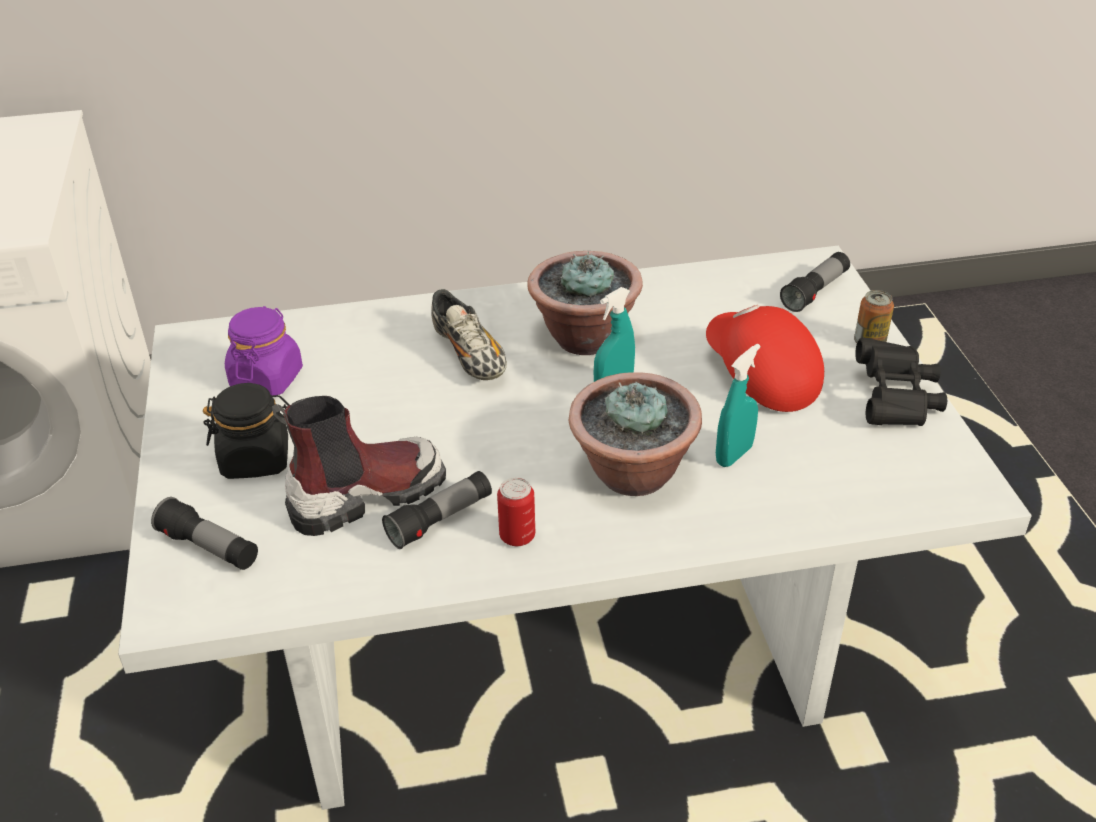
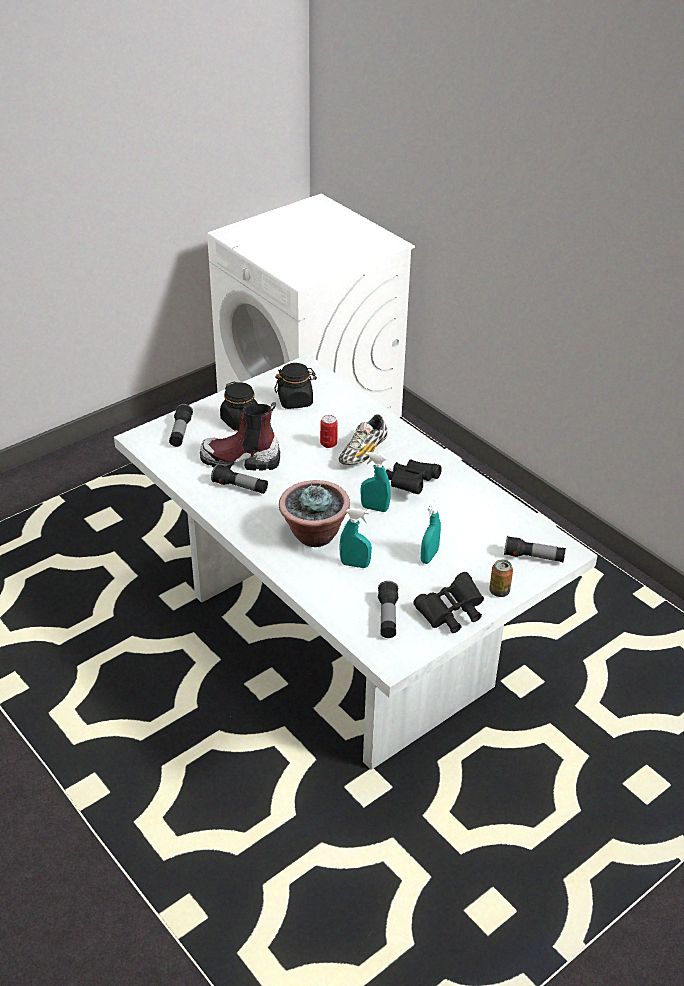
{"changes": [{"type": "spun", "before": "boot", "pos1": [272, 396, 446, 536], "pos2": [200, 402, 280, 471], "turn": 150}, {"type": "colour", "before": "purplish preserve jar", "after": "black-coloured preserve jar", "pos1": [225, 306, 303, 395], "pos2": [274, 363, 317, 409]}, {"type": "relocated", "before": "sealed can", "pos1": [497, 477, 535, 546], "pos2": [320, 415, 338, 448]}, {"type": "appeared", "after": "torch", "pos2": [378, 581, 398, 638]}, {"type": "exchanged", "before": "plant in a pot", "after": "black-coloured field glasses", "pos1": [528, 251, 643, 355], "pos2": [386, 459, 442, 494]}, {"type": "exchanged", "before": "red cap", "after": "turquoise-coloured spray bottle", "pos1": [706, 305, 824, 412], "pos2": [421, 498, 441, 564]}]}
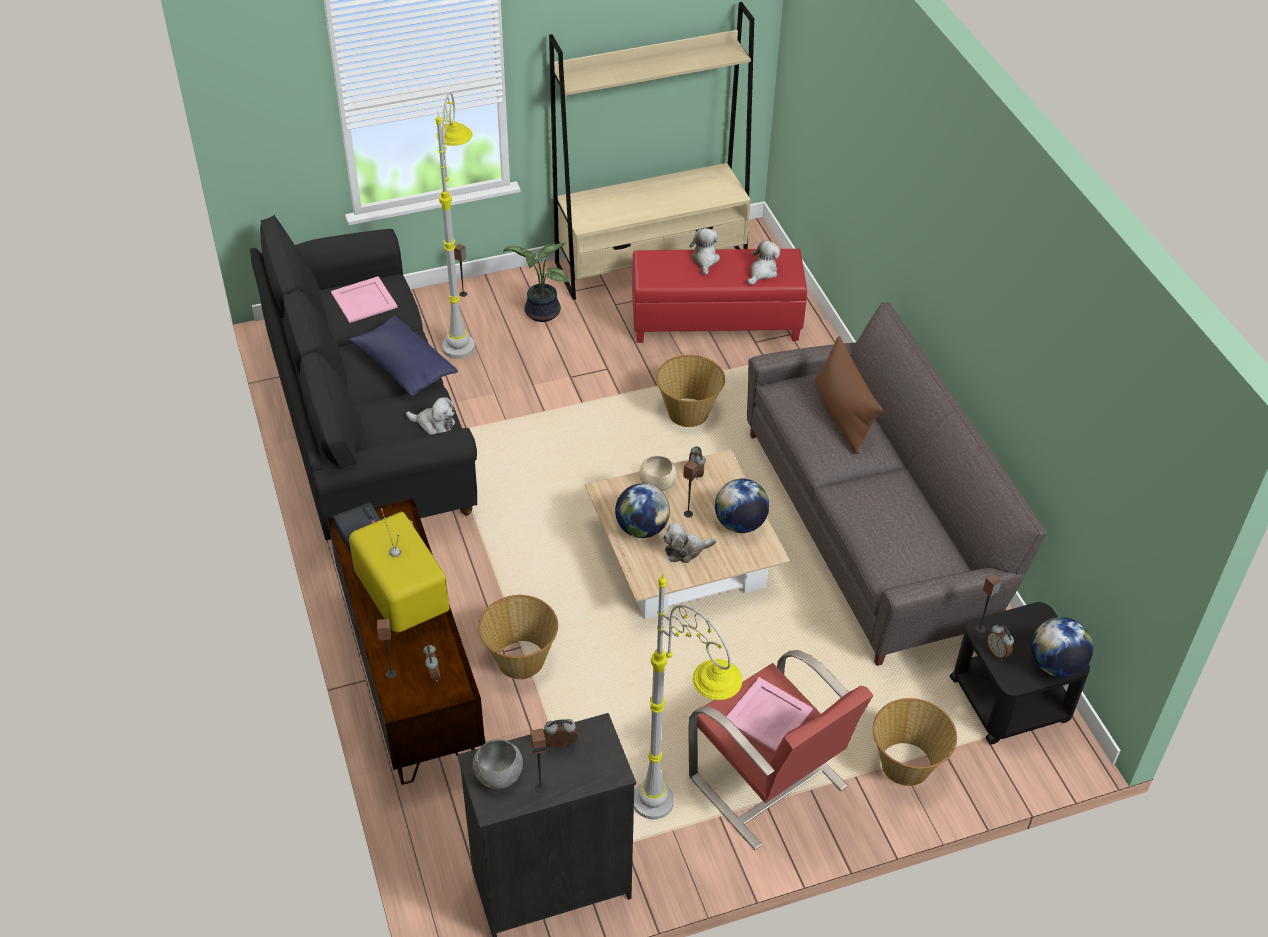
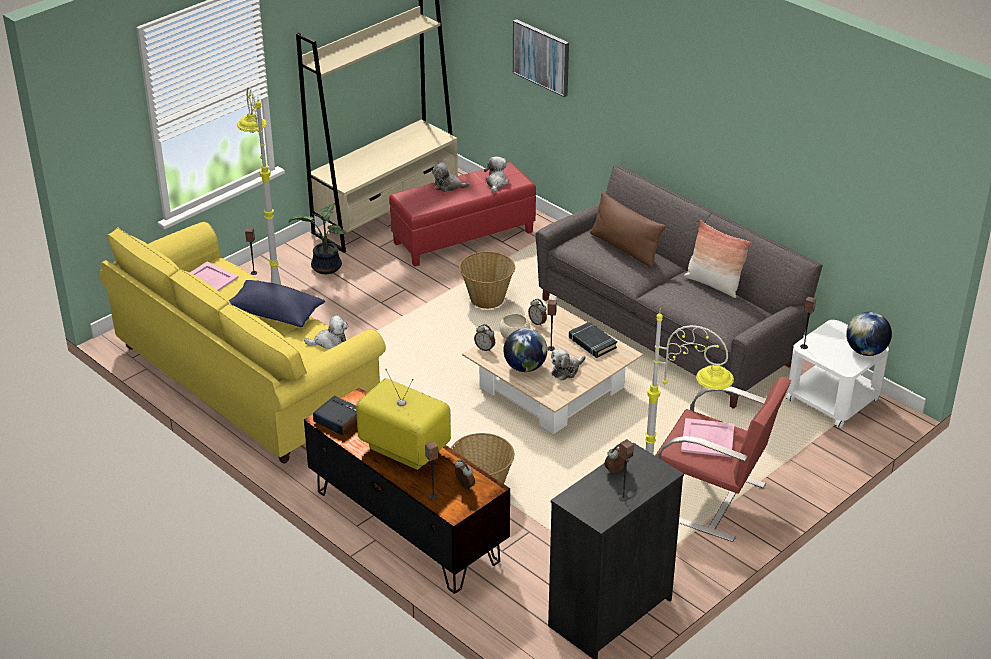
{"changes": [{"type": "colour", "before": "black-coloured settee", "after": "yellow settee", "pos1": [250, 215, 477, 540], "pos2": [100, 222, 386, 463]}, {"type": "spun", "before": "soft toy", "pos1": [689, 228, 720, 275], "pos2": [432, 162, 471, 192], "turn": -60}, {"type": "relocated", "before": "table clock", "pos1": [986, 624, 1014, 660], "pos2": [474, 324, 495, 351]}, {"type": "appeared", "after": "wall art", "pos2": [513, 19, 569, 97]}, {"type": "exchanged", "before": "desk globe", "after": "black-coloured bound book", "pos1": [715, 479, 769, 533], "pos2": [569, 322, 617, 358]}, {"type": "appeared", "after": "throw pillow", "pos2": [684, 220, 752, 298]}, {"type": "colour", "before": "black-coloured end table", "after": "white-coloured end table", "pos1": [950, 602, 1090, 744], "pos2": [786, 320, 889, 428]}, {"type": "missing", "before": "greyish bowl", "pos1": [473, 739, 523, 789]}, {"type": "missing", "before": "household basket", "pos1": [873, 698, 957, 786]}]}
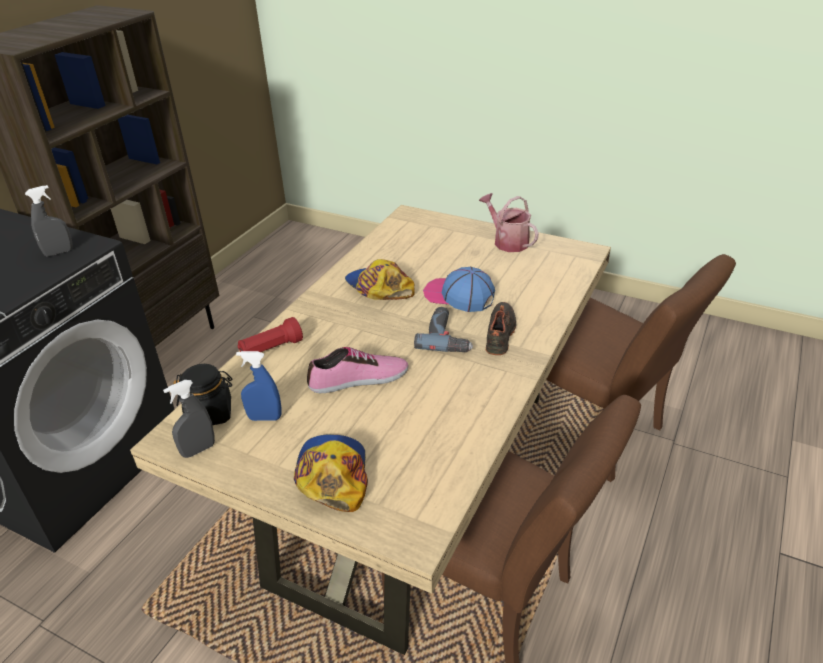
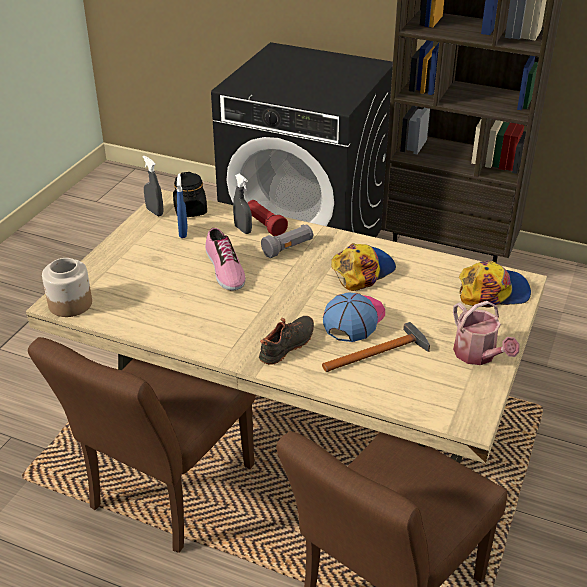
{"changes": [{"type": "appeared", "after": "preserve jar", "pos2": [42, 258, 92, 317]}, {"type": "relocated", "before": "greyish spray bottle", "pos1": [25, 185, 73, 256], "pos2": [233, 174, 252, 234]}, {"type": "spun", "before": "black-coloured item of footwear", "pos1": [486, 302, 516, 355], "pos2": [259, 316, 314, 365], "turn": -60}, {"type": "appeared", "after": "greyish torch", "pos2": [261, 224, 314, 258]}, {"type": "appeared", "after": "hand hammer", "pos2": [322, 322, 430, 372]}, {"type": "spun", "before": "watering can", "pos1": [479, 193, 539, 252], "pos2": [453, 301, 520, 365], "turn": 105}, {"type": "relocated", "before": "cap", "pos1": [294, 434, 368, 512], "pos2": [459, 260, 531, 308]}, {"type": "missing", "before": "electric drill", "pos1": [414, 307, 473, 352]}]}
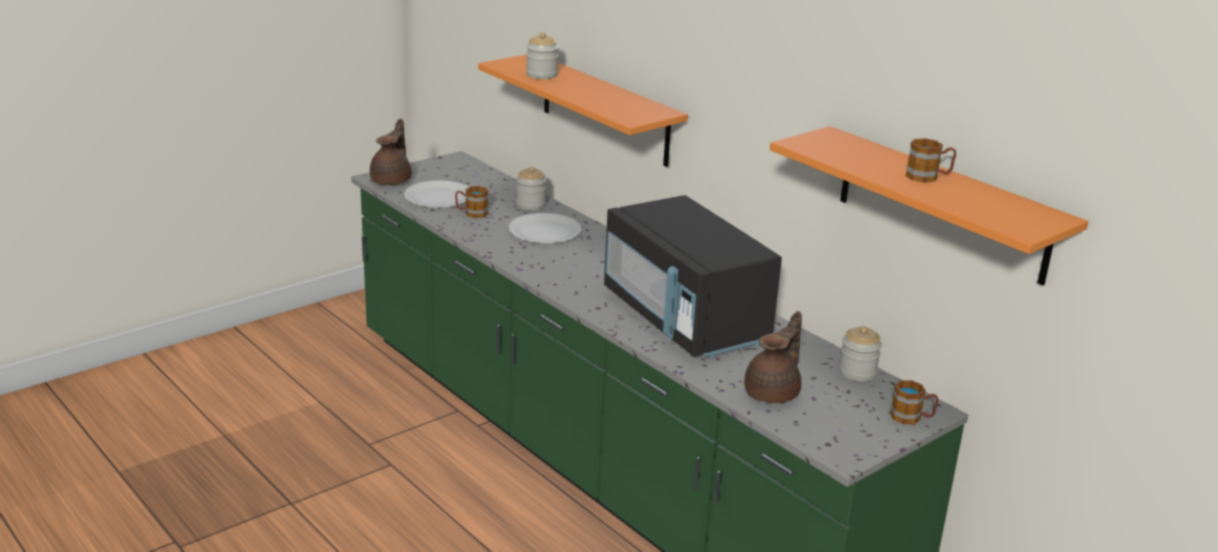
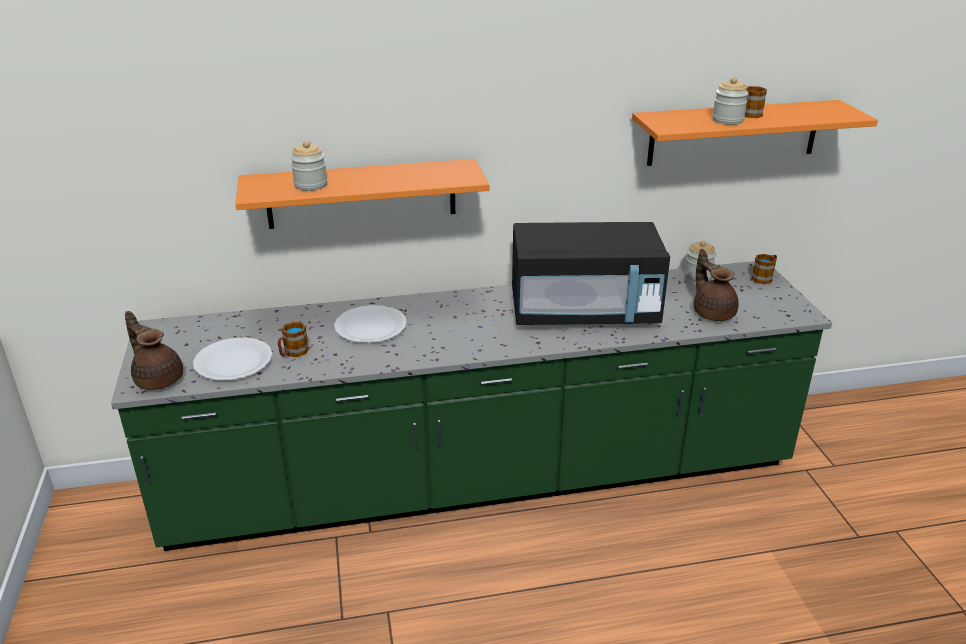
{"changes": [{"type": "relocated", "before": "preserve jar", "pos1": [516, 166, 547, 210], "pos2": [712, 77, 749, 125]}]}
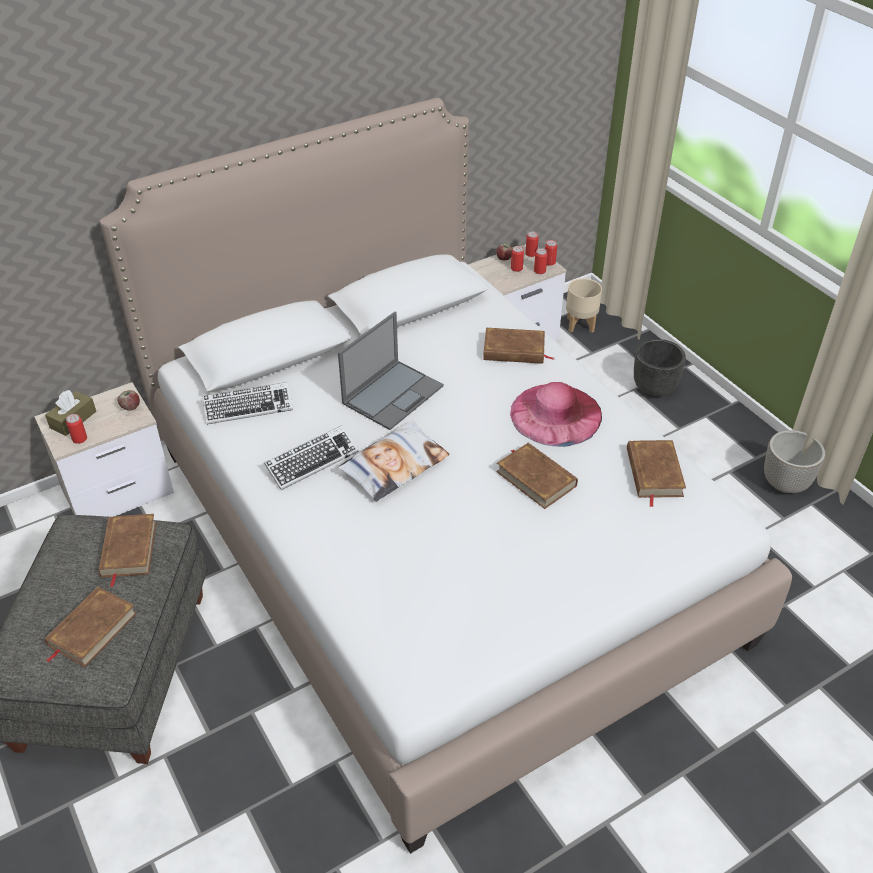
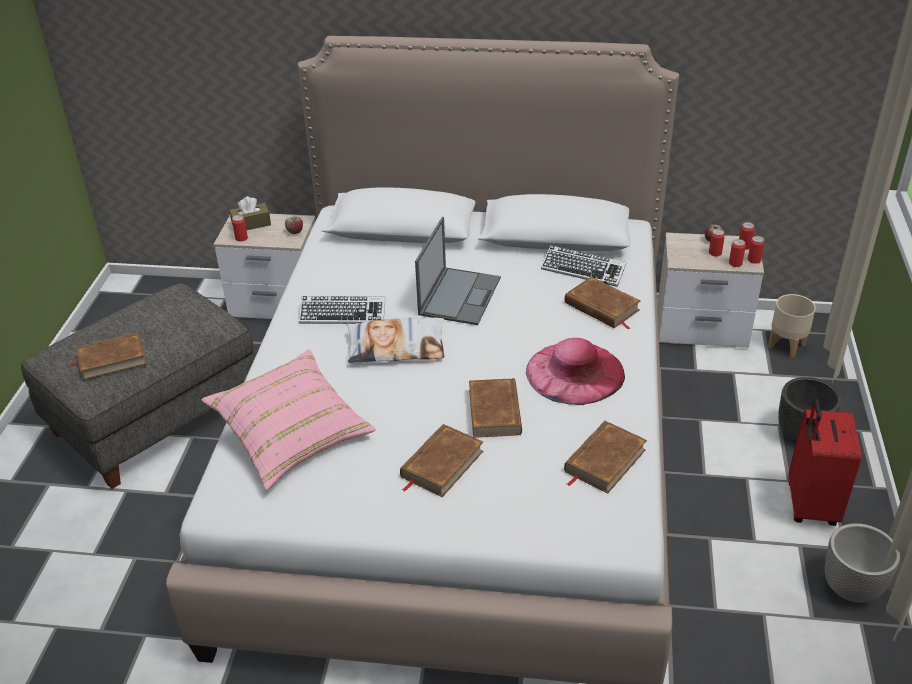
{"changes": [{"type": "appeared", "after": "pink-coloured throw pillow", "pos2": [201, 350, 376, 490]}, {"type": "relocated", "before": "brown-coloured bound book", "pos1": [98, 514, 156, 587], "pos2": [400, 424, 483, 497]}, {"type": "spun", "before": "notebook computer", "pos1": [338, 312, 444, 430], "pos2": [415, 217, 501, 325], "turn": -60}, {"type": "relocated", "before": "PC keyboard", "pos1": [202, 382, 293, 425], "pos2": [541, 245, 627, 287]}, {"type": "appeared", "after": "red travel case", "pos2": [789, 398, 862, 526]}]}
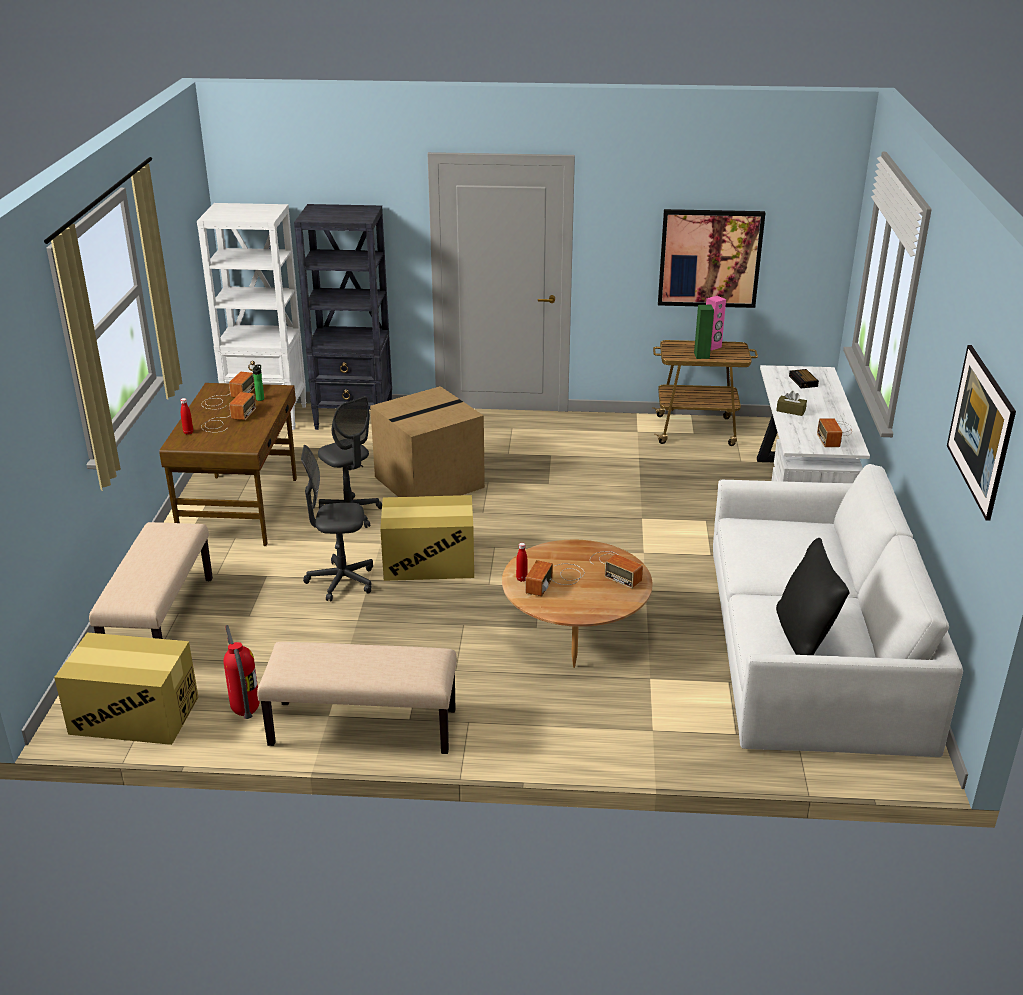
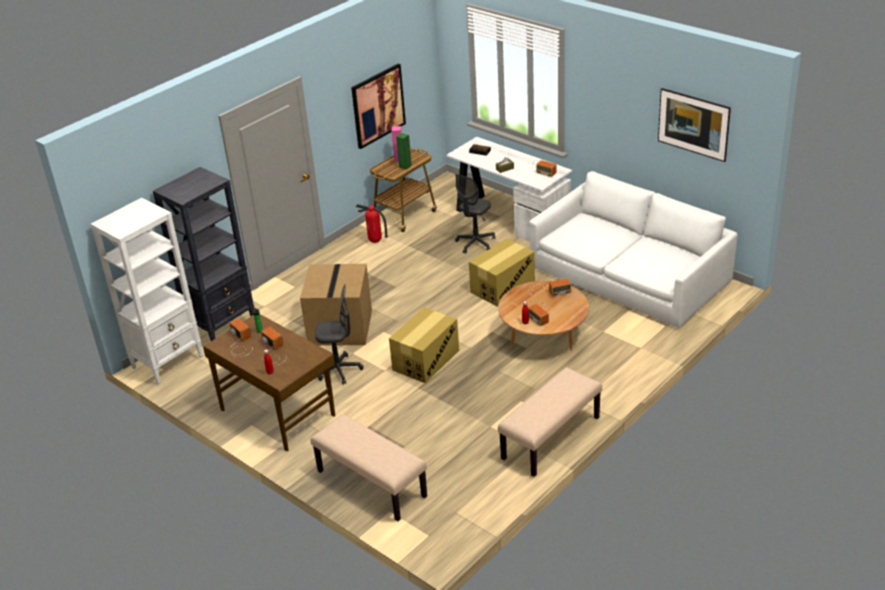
{"changes": [{"type": "relocated", "before": "extinguisher", "pos1": [223, 625, 260, 719], "pos2": [356, 204, 388, 243]}, {"type": "relocated", "before": "greyish computer chair", "pos1": [301, 445, 373, 601], "pos2": [455, 174, 495, 254]}, {"type": "relocated", "before": "packing box", "pos1": [54, 633, 198, 745], "pos2": [469, 239, 535, 307]}, {"type": "missing", "before": "black-coloured throw pillow", "pos1": [776, 538, 850, 655]}]}
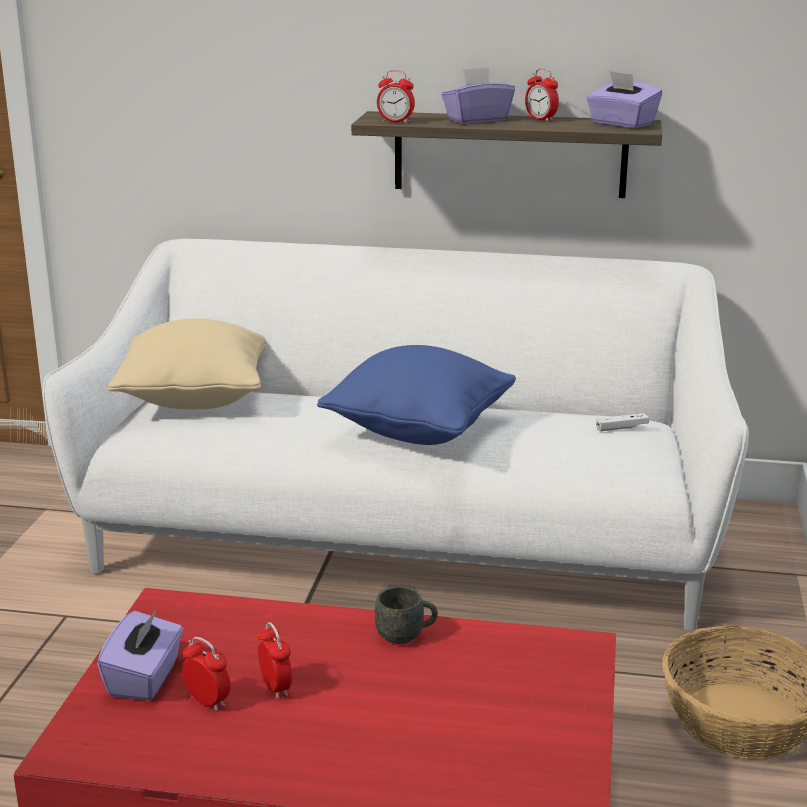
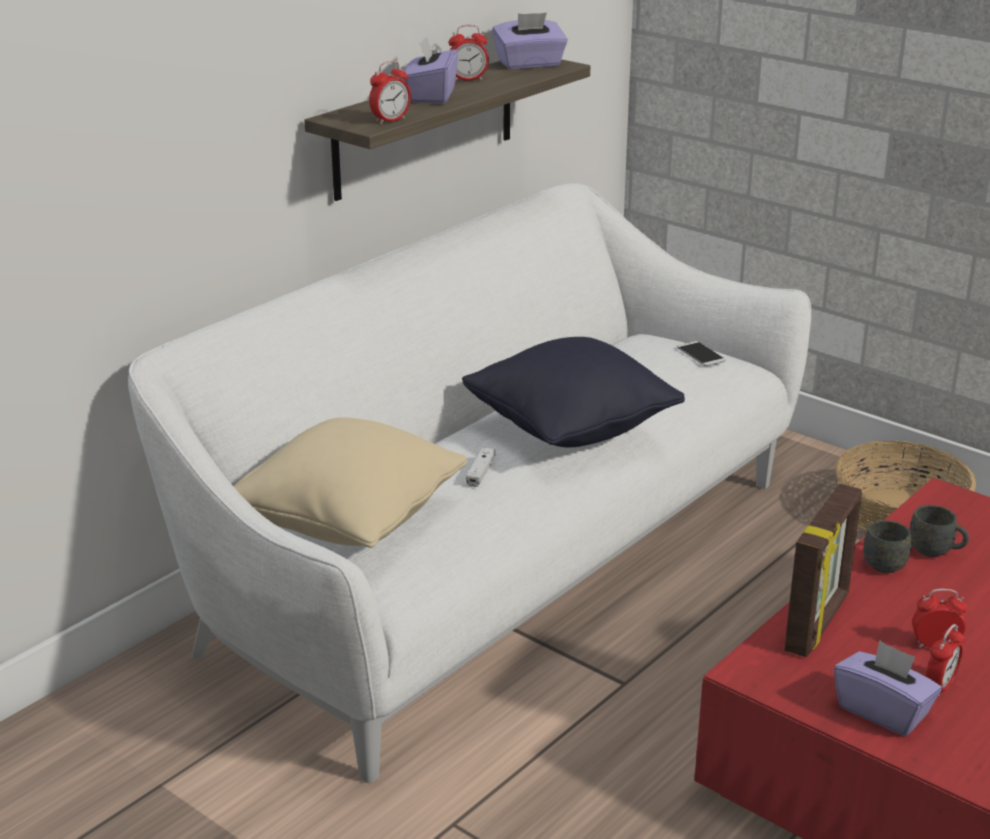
{"changes": [{"type": "colour", "before": "blue throw pillow", "after": "black-coloured throw pillow", "pos1": [317, 345, 516, 445], "pos2": [462, 337, 685, 447]}, {"type": "relocated", "before": "white-coloured game controller", "pos1": [596, 413, 649, 431], "pos2": [466, 448, 495, 487]}, {"type": "appeared", "after": "telephone", "pos2": [677, 341, 725, 366]}, {"type": "appeared", "after": "photo frame", "pos2": [784, 484, 862, 657]}, {"type": "appeared", "after": "greyish tea mug", "pos2": [909, 505, 969, 557]}, {"type": "spun", "before": "table clock", "pos1": [182, 637, 231, 711], "pos2": [926, 624, 965, 697], "turn": 150}]}
